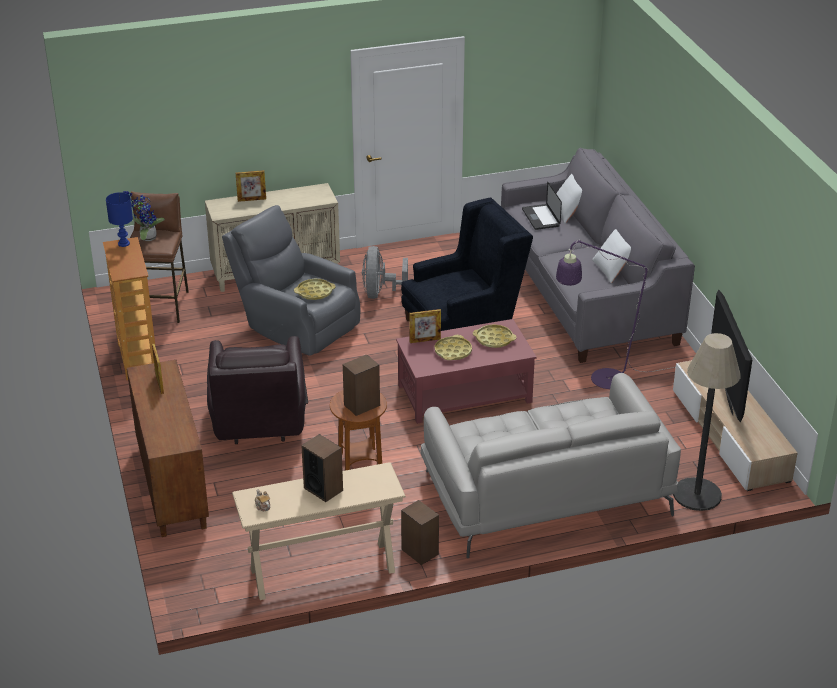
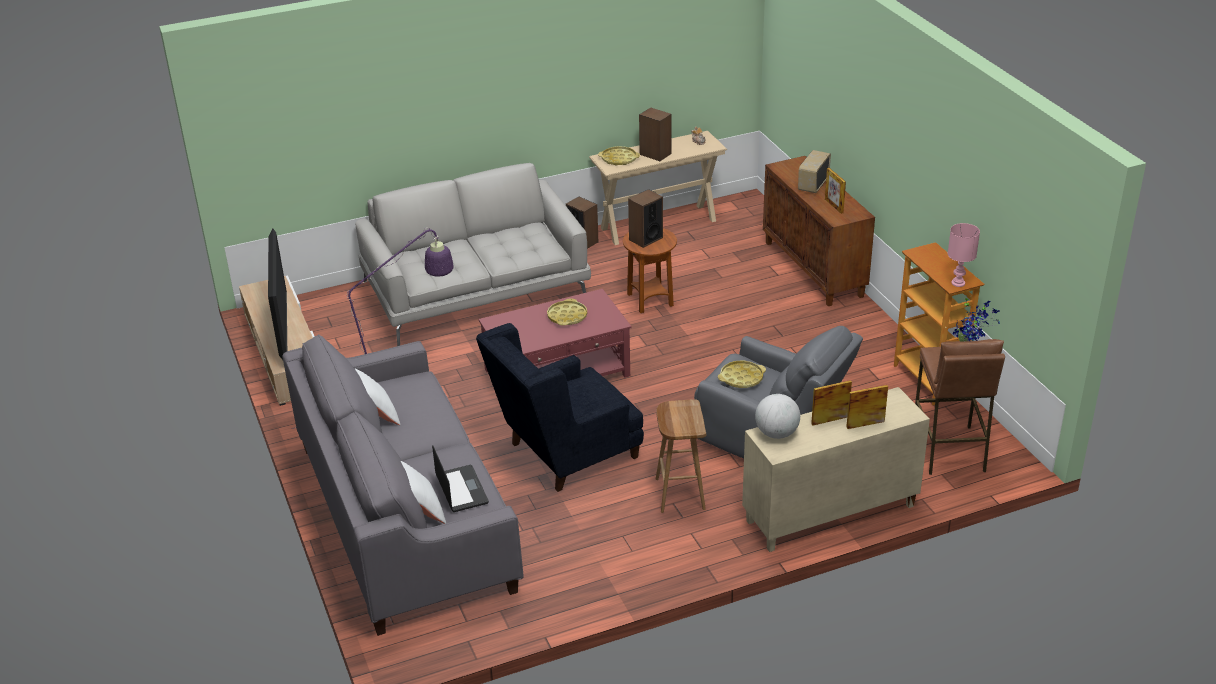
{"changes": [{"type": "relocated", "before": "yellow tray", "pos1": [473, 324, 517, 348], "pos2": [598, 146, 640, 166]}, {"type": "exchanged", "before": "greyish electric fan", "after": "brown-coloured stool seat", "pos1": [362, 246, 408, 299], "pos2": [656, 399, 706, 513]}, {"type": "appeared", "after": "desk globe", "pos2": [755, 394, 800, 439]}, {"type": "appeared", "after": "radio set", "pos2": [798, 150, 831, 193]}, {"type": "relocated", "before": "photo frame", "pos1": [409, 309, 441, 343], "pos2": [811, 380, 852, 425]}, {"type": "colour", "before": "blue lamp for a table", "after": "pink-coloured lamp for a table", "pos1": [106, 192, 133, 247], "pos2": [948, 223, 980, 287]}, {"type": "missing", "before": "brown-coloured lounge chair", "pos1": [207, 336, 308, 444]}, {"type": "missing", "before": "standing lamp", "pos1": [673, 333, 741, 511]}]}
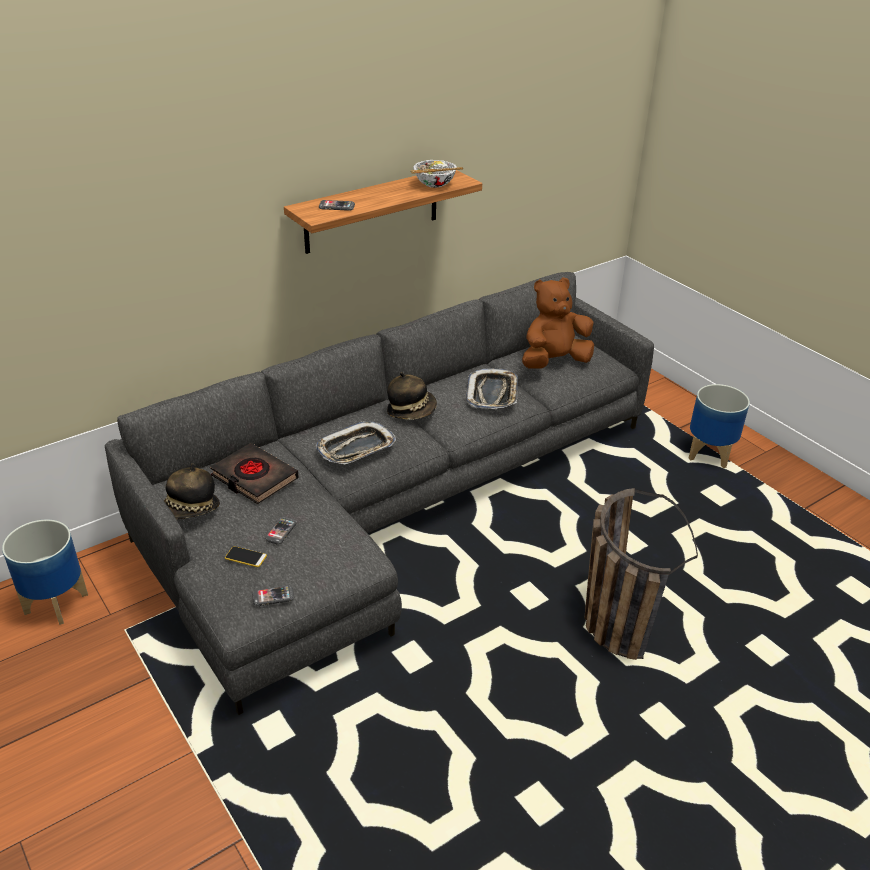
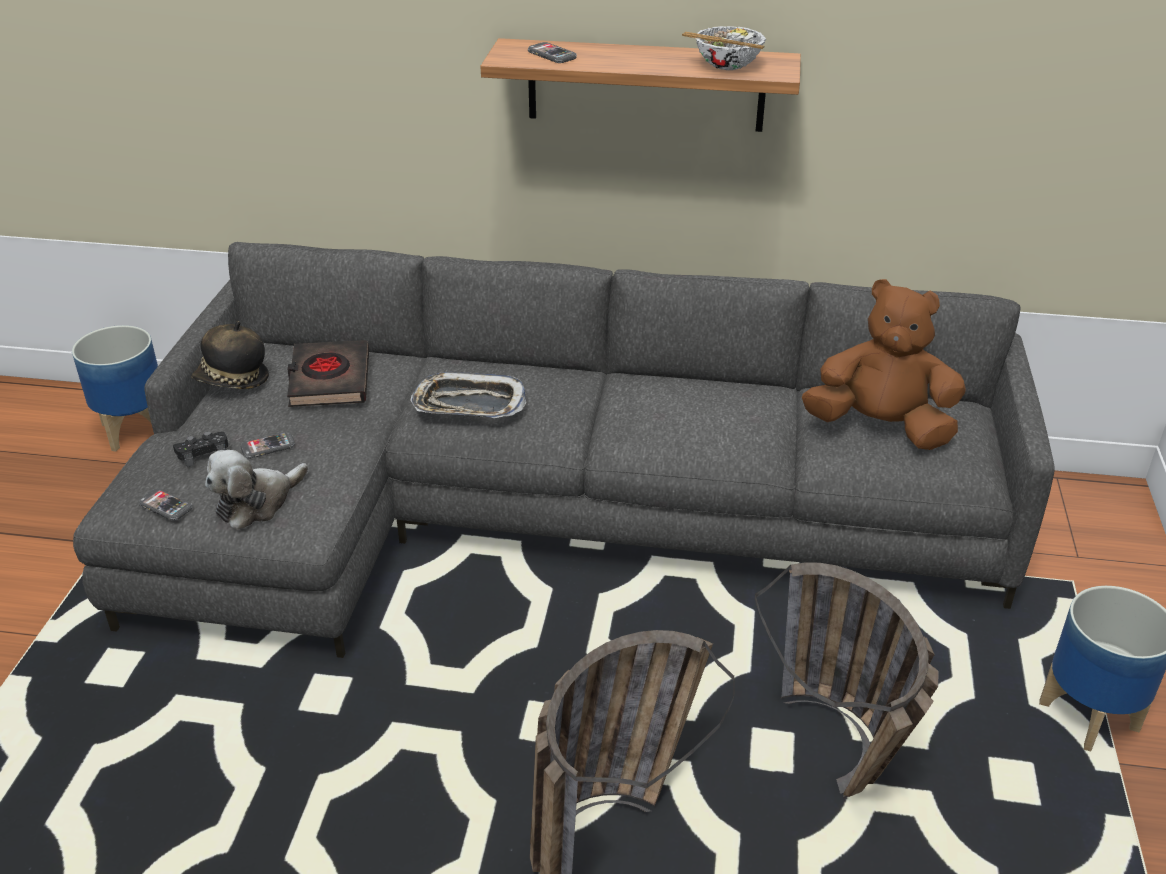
{"changes": [{"type": "exchanged", "before": "telephone", "after": "black-coloured game controller", "pos1": [225, 546, 267, 567], "pos2": [173, 431, 228, 467]}, {"type": "appeared", "after": "soft toy", "pos2": [205, 450, 308, 530]}, {"type": "appeared", "after": "household basket", "pos2": [755, 562, 938, 799]}, {"type": "missing", "before": "hat", "pos1": [387, 372, 437, 420]}, {"type": "missing", "before": "tray", "pos1": [466, 368, 518, 409]}]}
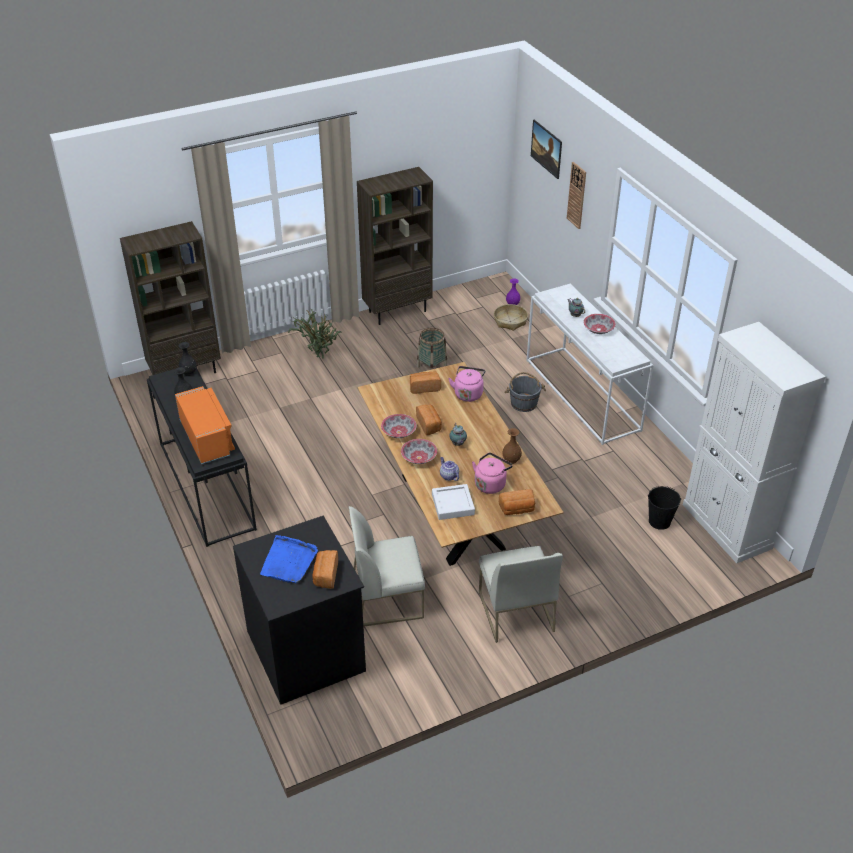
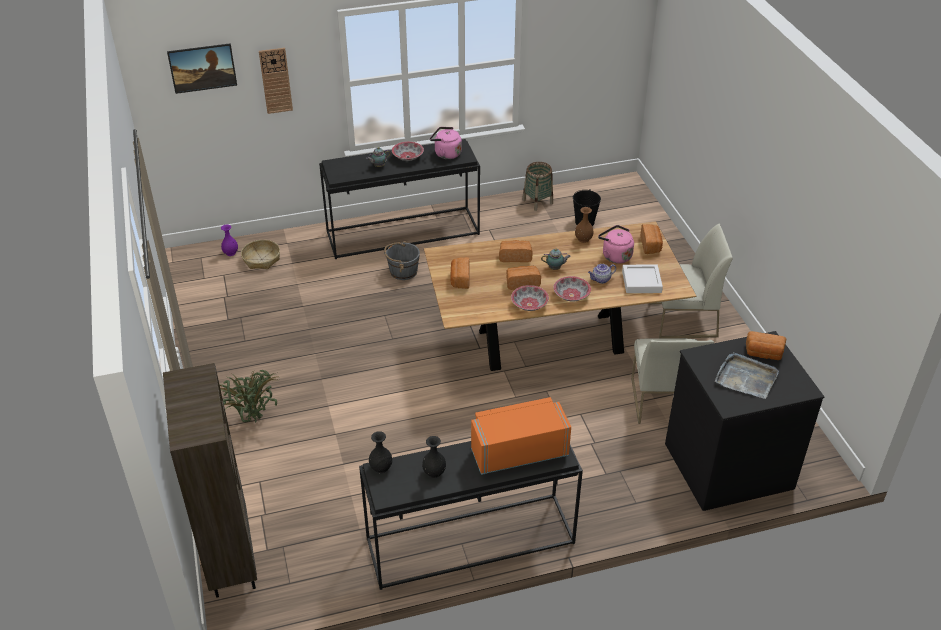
{"changes": [{"type": "colour", "before": "white-coloured hall table", "after": "black-coloured hall table", "pos1": [526, 284, 654, 445], "pos2": [319, 139, 480, 259]}, {"type": "relocated", "before": "pink-coloured water kettle", "pos1": [449, 366, 485, 402], "pos2": [430, 127, 462, 159]}, {"type": "appeared", "after": "baked bread", "pos2": [499, 240, 533, 262]}, {"type": "relocated", "before": "household basket", "pos1": [417, 328, 448, 370], "pos2": [523, 162, 553, 211]}, {"type": "colour", "before": "blue tray", "after": "greyish tray", "pos1": [260, 535, 318, 583], "pos2": [715, 352, 779, 399]}, {"type": "missing", "before": "brown-coloured bookcase", "pos1": [357, 167, 433, 325]}, {"type": "missing", "before": "white-coloured cupboard", "pos1": [683, 322, 825, 563]}]}
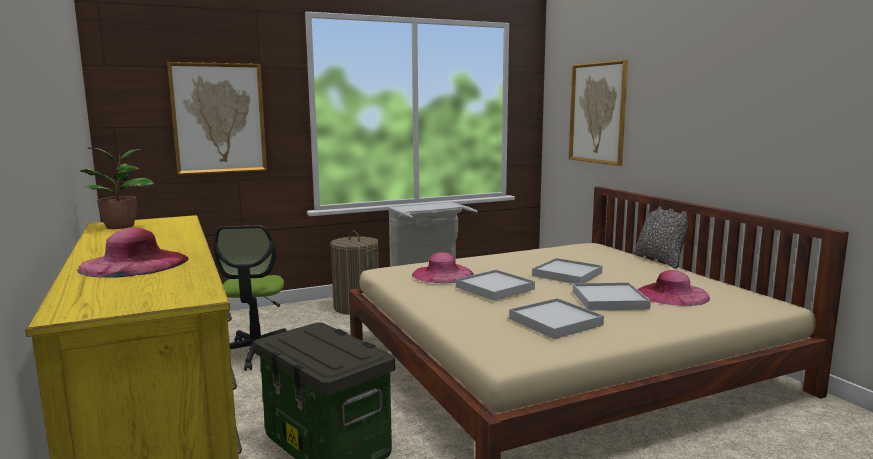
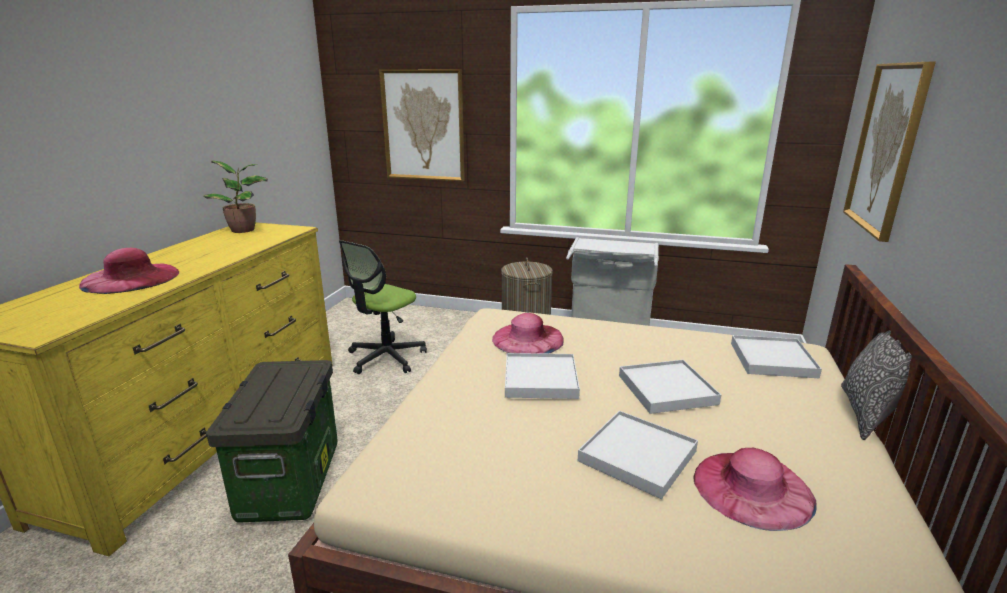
{"changes": [{"type": "relocated", "before": "white-coloured tray", "pos1": [509, 298, 604, 339], "pos2": [731, 335, 822, 378]}]}
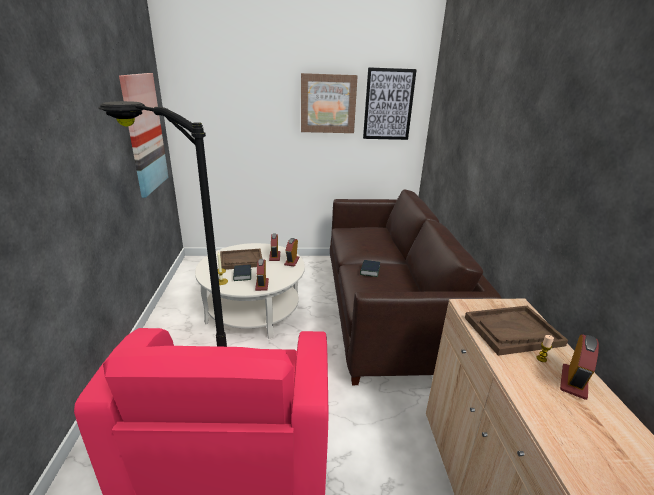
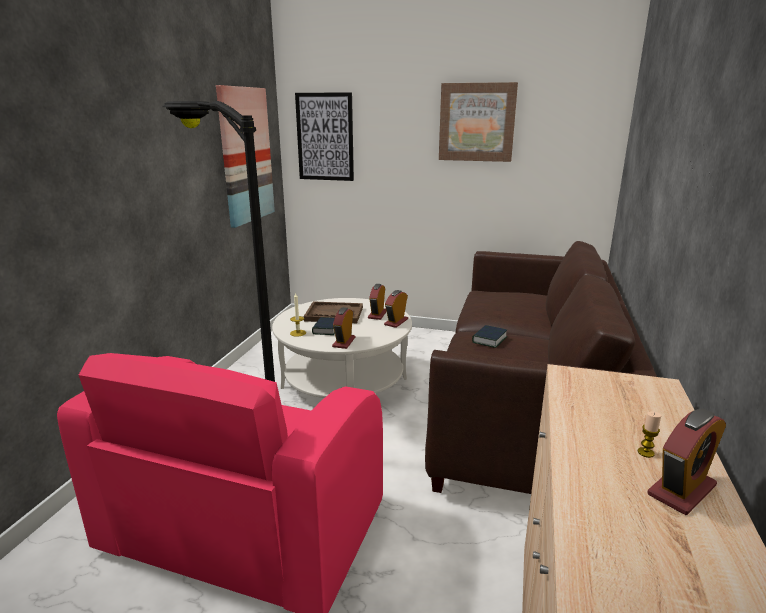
{"changes": [{"type": "relocated", "before": "wall art", "pos1": [363, 67, 417, 140], "pos2": [295, 92, 354, 181]}, {"type": "missing", "before": "brown-coloured tray", "pos1": [465, 306, 568, 356]}]}
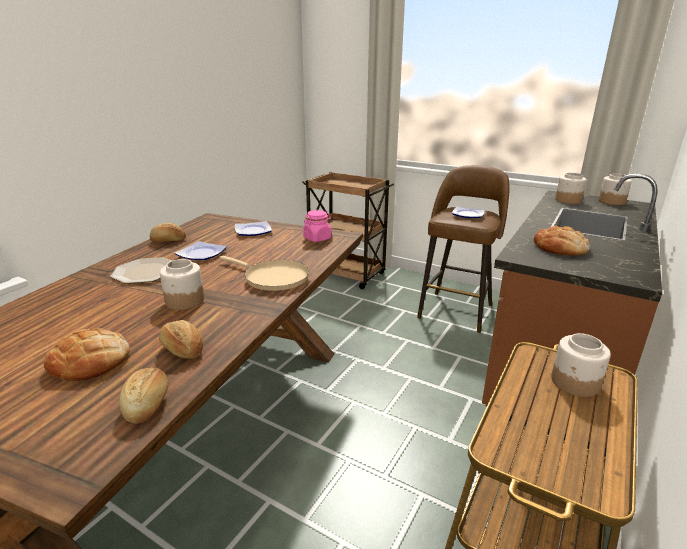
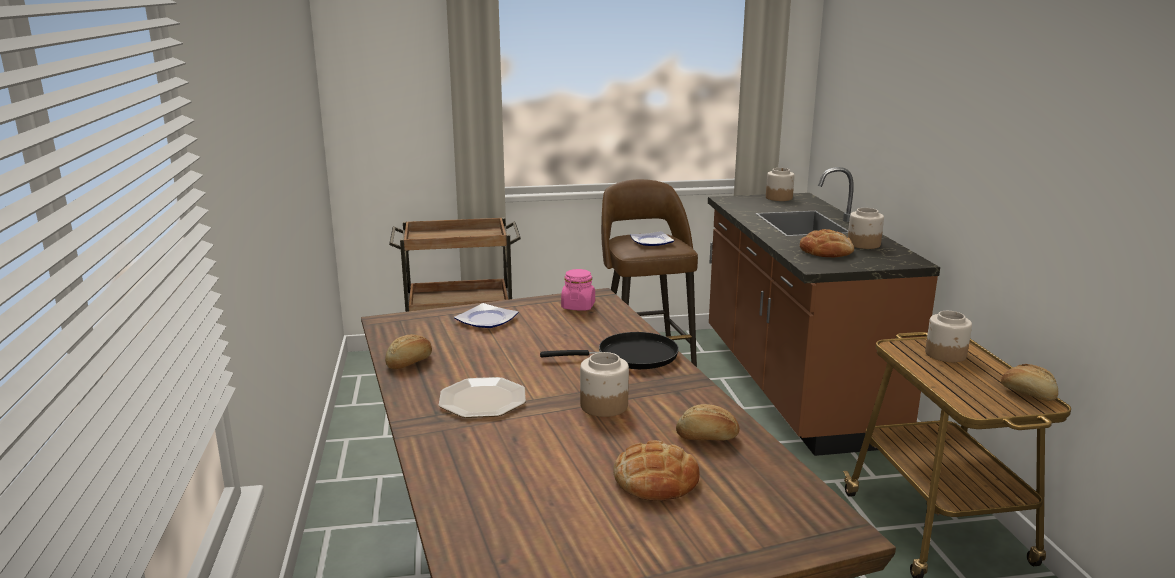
{"changes": [{"type": "colour", "before": "beige frying pan", "after": "black-coloured frying pan", "pos1": [219, 256, 309, 291], "pos2": [540, 332, 679, 369]}, {"type": "relocated", "before": "preserve jar", "pos1": [555, 173, 587, 204], "pos2": [848, 208, 884, 249]}, {"type": "relocated", "before": "baked bread", "pos1": [119, 368, 168, 424], "pos2": [1001, 364, 1058, 401]}, {"type": "missing", "before": "plate", "pos1": [175, 241, 227, 260]}]}
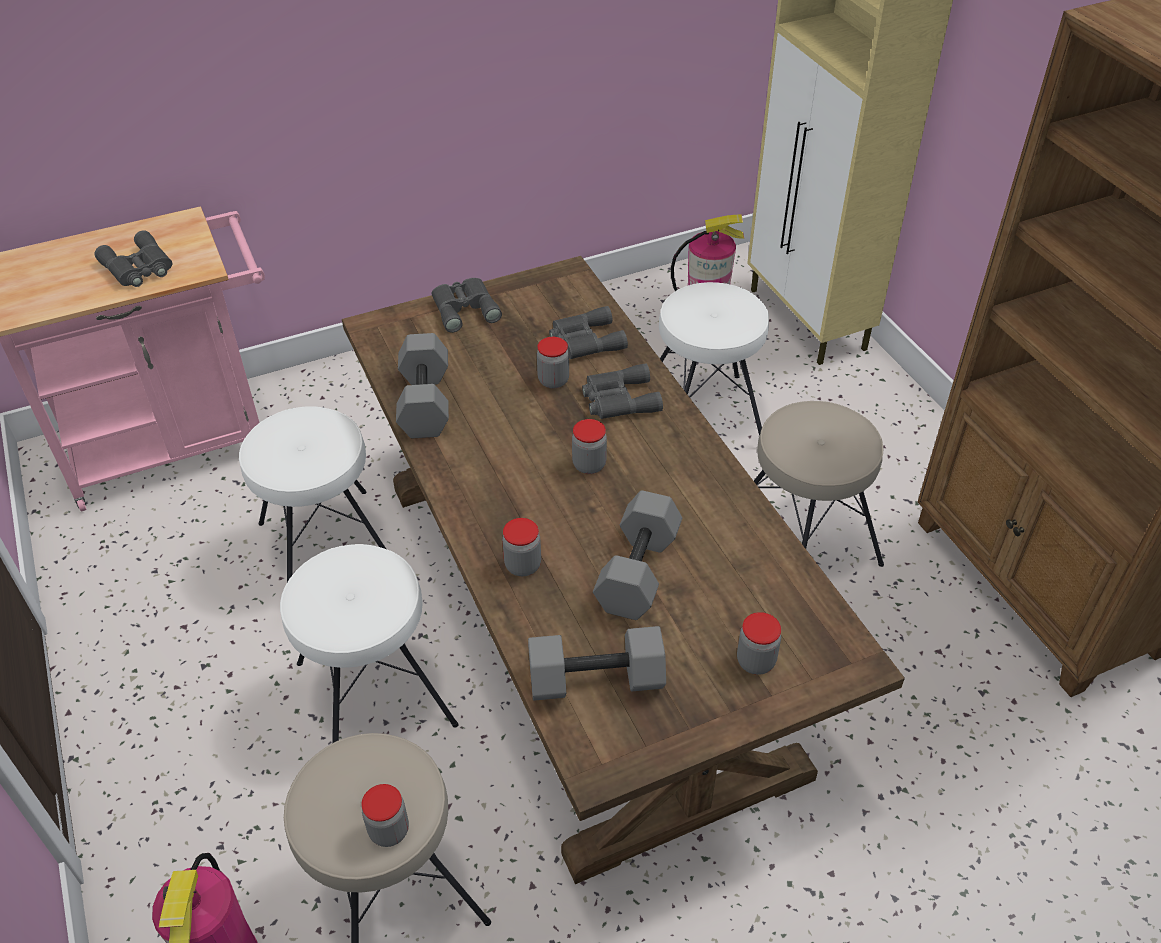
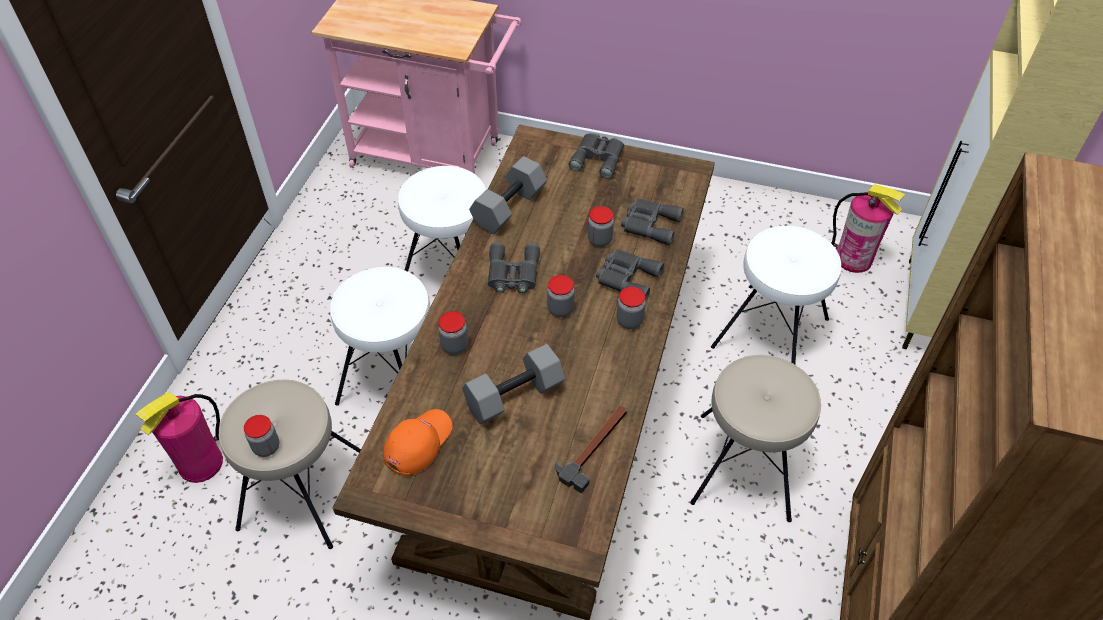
{"changes": [{"type": "exchanged", "before": "greyish dumbbell", "after": "orangey cap", "pos1": [528, 626, 666, 701], "pos2": [383, 409, 452, 476]}, {"type": "relocated", "before": "greyish field glasses", "pos1": [94, 230, 173, 287], "pos2": [488, 242, 540, 294]}, {"type": "appeared", "after": "hand hammer", "pos2": [555, 405, 627, 493]}, {"type": "relocated", "before": "preserve jar", "pos1": [737, 612, 781, 675], "pos2": [617, 287, 646, 329]}]}
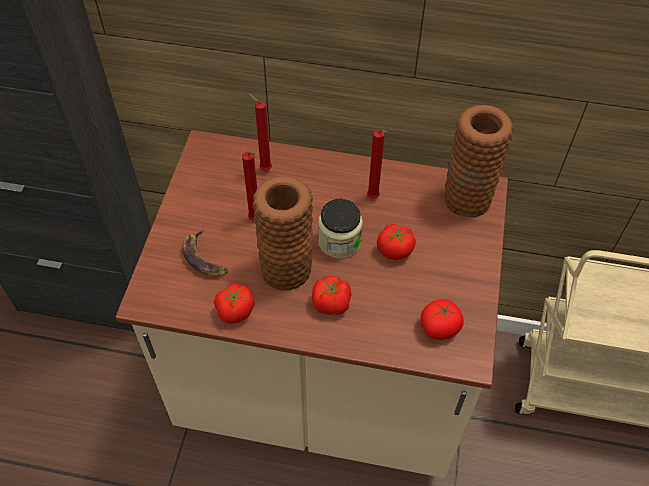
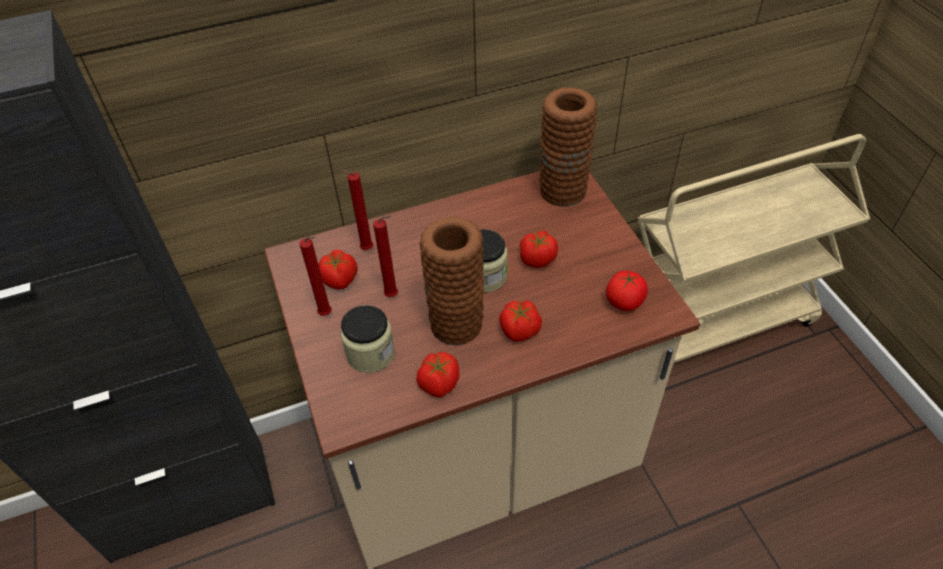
{"changes": [{"type": "relocated", "before": "red wax light", "pos1": [367, 129, 387, 199], "pos2": [299, 236, 332, 316]}, {"type": "appeared", "after": "whole tomato", "pos2": [318, 249, 358, 290]}, {"type": "exchanged", "before": "whole banana", "after": "preserve jar", "pos1": [182, 228, 228, 276], "pos2": [341, 305, 395, 373]}]}
